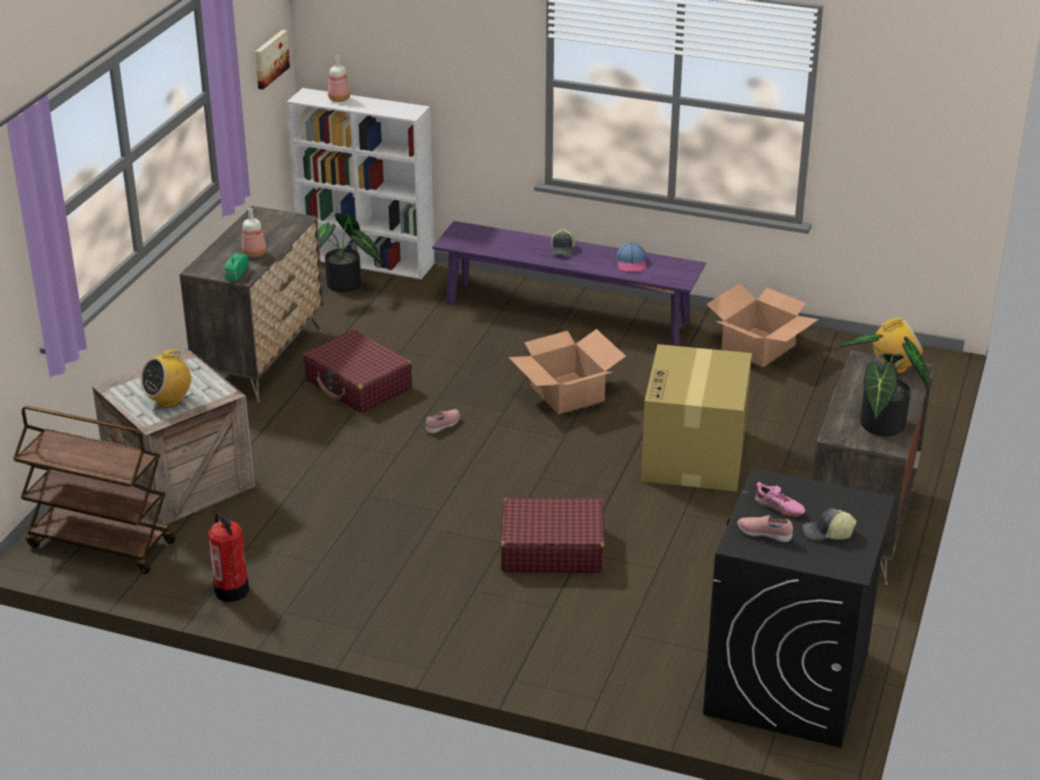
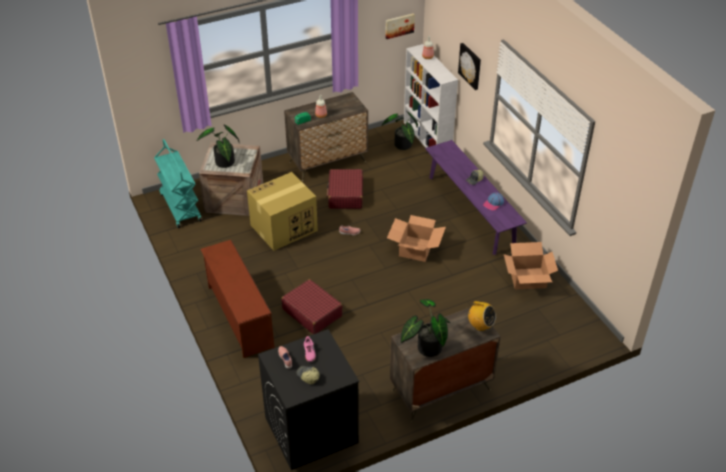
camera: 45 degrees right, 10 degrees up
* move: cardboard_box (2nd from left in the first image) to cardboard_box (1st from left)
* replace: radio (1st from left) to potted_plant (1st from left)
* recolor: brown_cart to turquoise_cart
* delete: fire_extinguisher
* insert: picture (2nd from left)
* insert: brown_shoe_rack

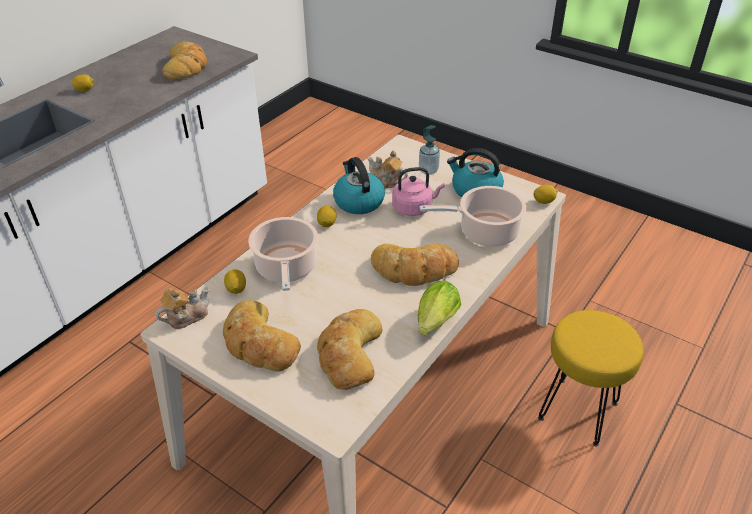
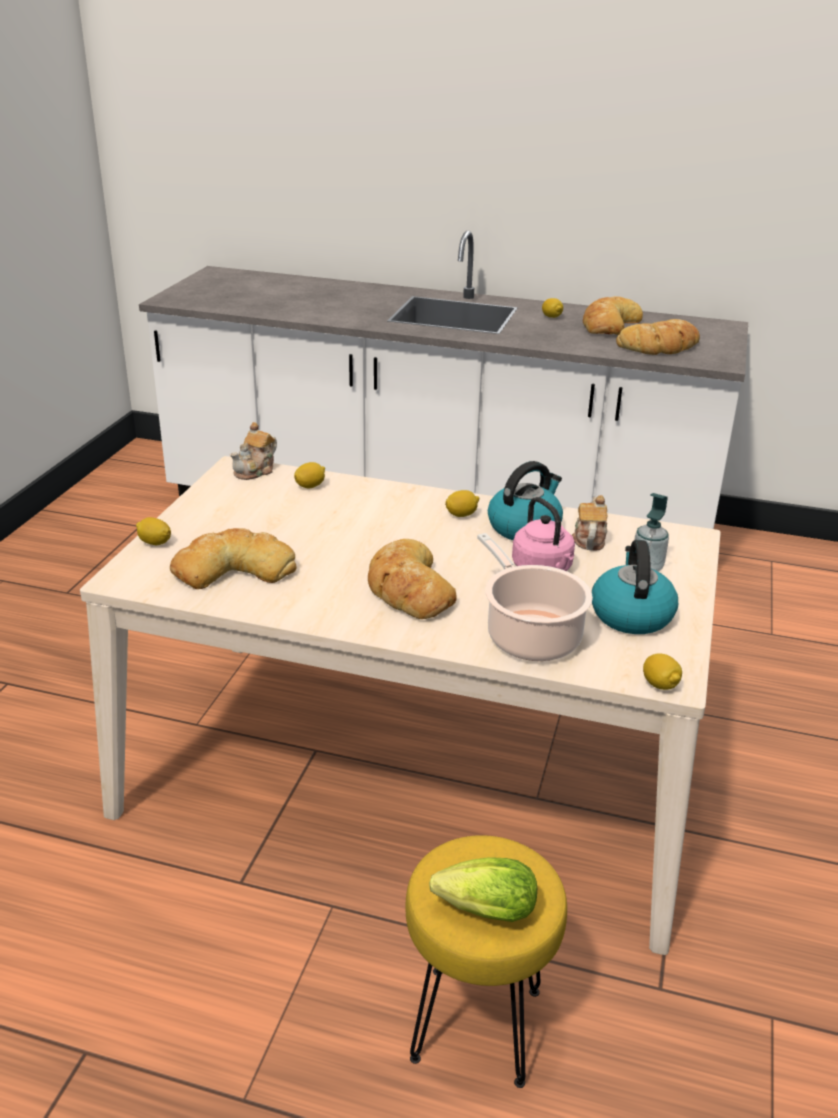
camera: 70 degrees right, 10 degrees down
* delete: cooking_pot (1st from left)
* move: lettuce
* rotate: teapot (1st from left) 90 degrees clockwise
* move: bread (2nd from left in the first image) to bread (3rd from left)
* insert: lemon (1st from left)

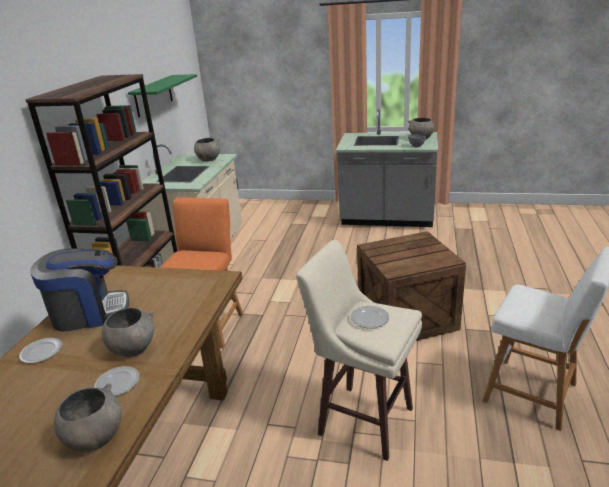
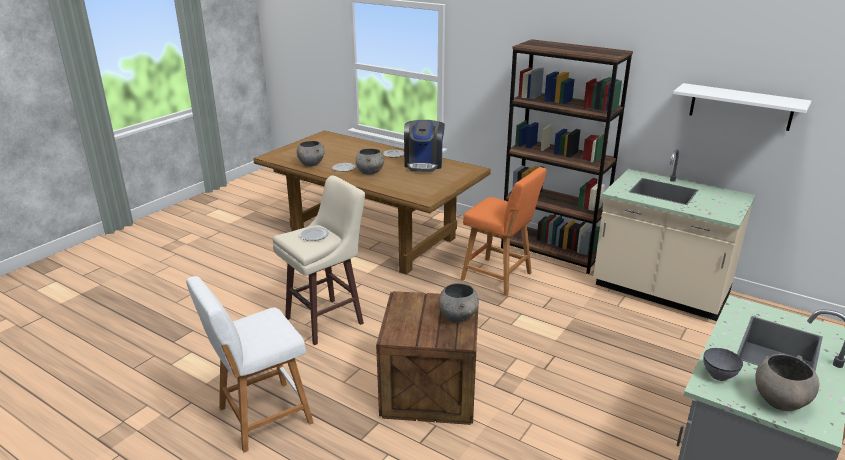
camera: 110 degrees right, 0 degrees up
* recolor: green_shelf to white_shelf
* move: grey_bowl (3rd from left)

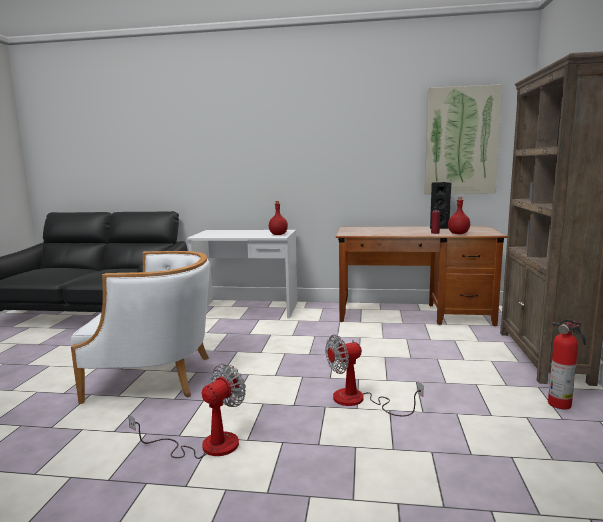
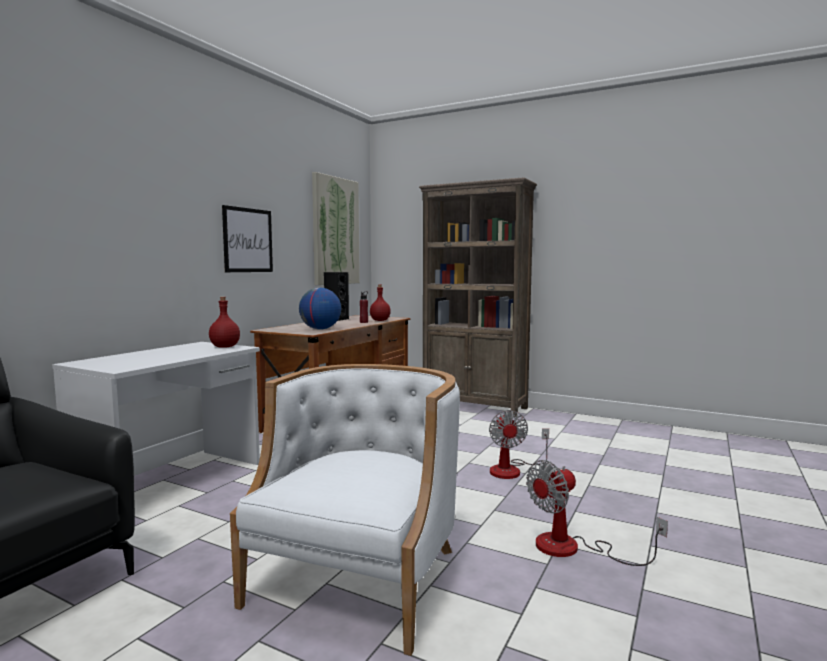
camera: 70 degrees left, 5 degrees down
* delete: fire_extinguisher
* rotate: fan (1st from left in the first image) 90 degrees counterclockwise
* insert: picture (1st from left)
* insert: globe

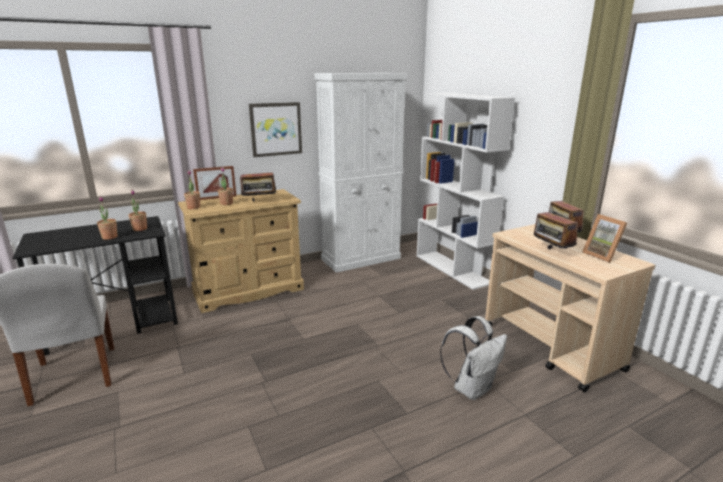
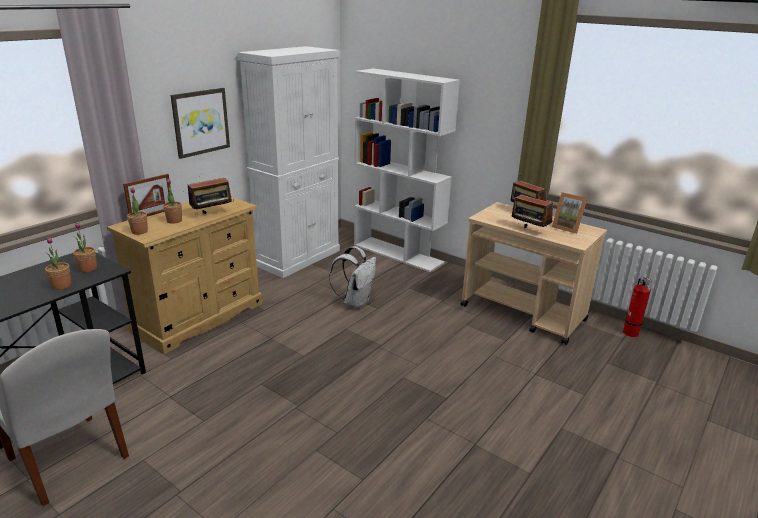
camera: 25 degrees left, 5 degrees up
* move: white_backpack
* insert: fire_extinguisher

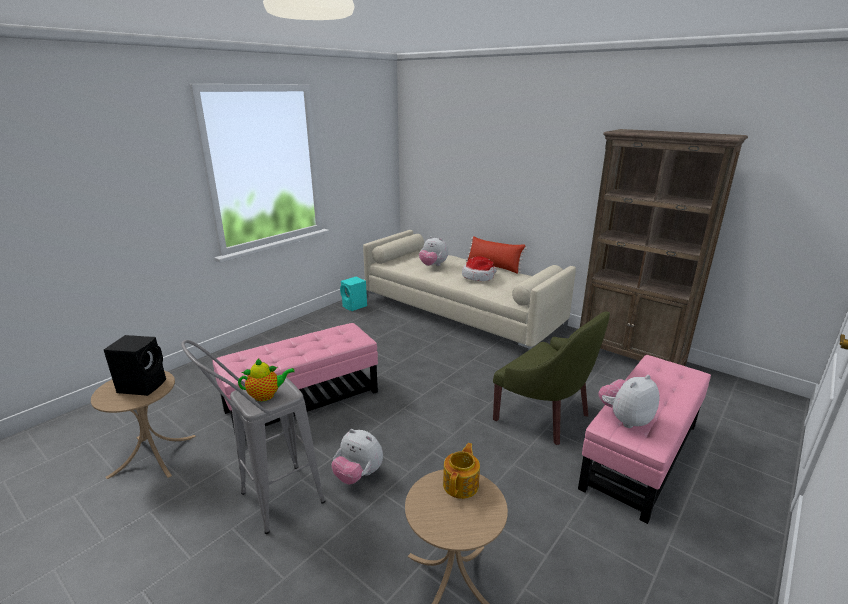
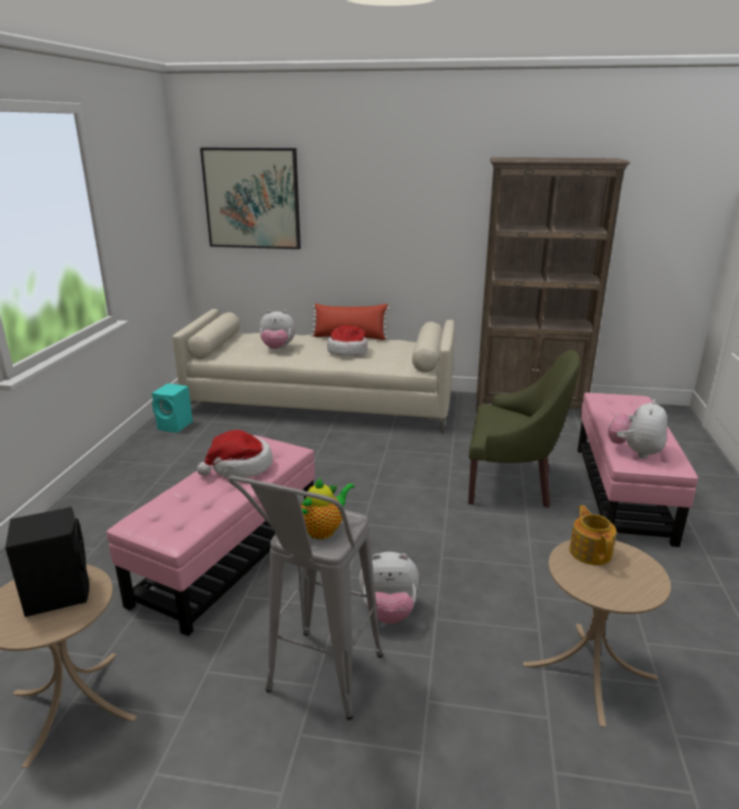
camera: 30 degrees left, 0 degrees up
* insert: picture
* insert: hat (1st from left)

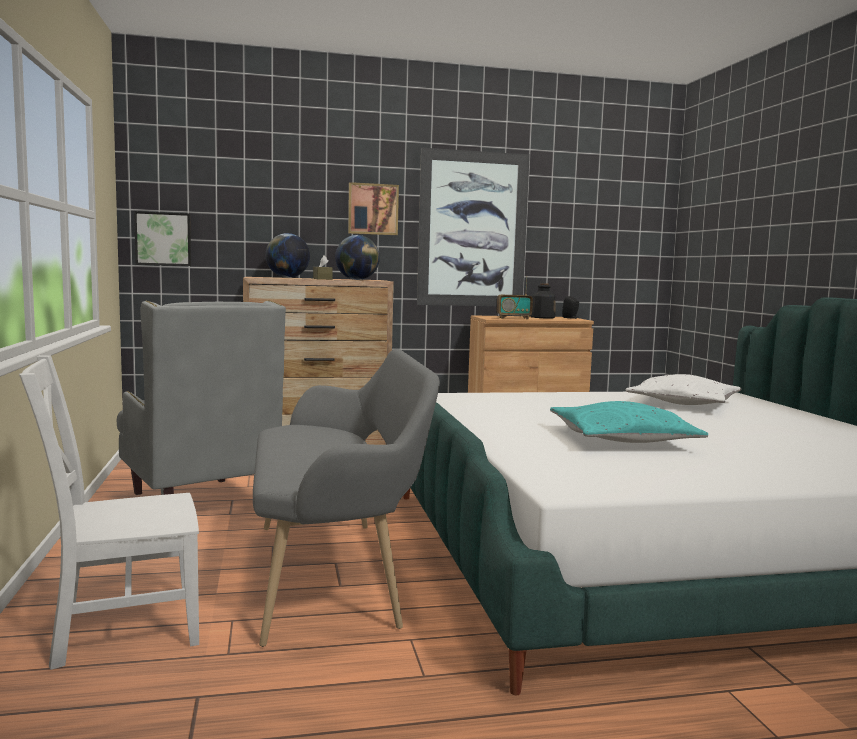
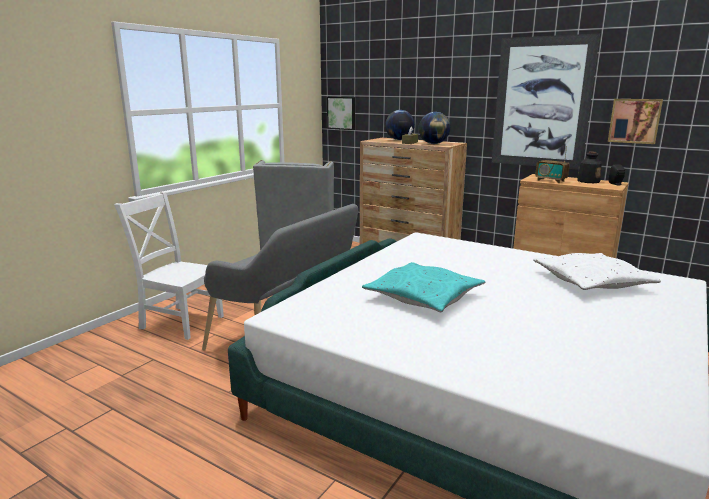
camera: 45 degrees right, 10 degrees up
* move: picture (2nd from left in the first image) to picture (3rd from left)

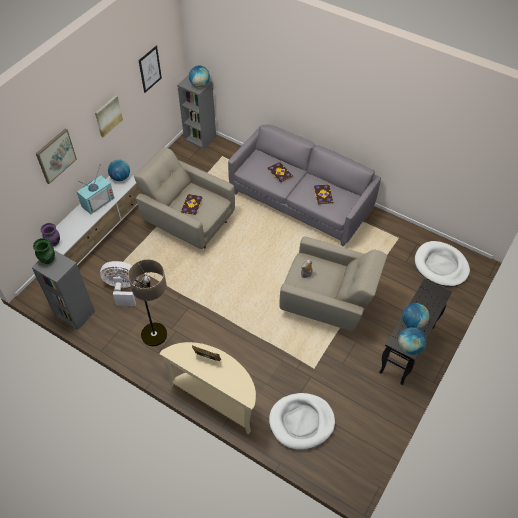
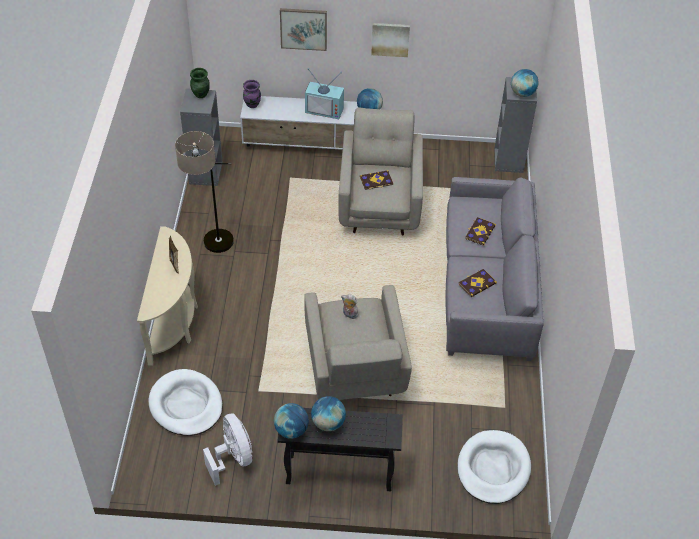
camera: 60 degrees right, 5 degrees down
* delete: picture (3rd from left)
* move: white_fan

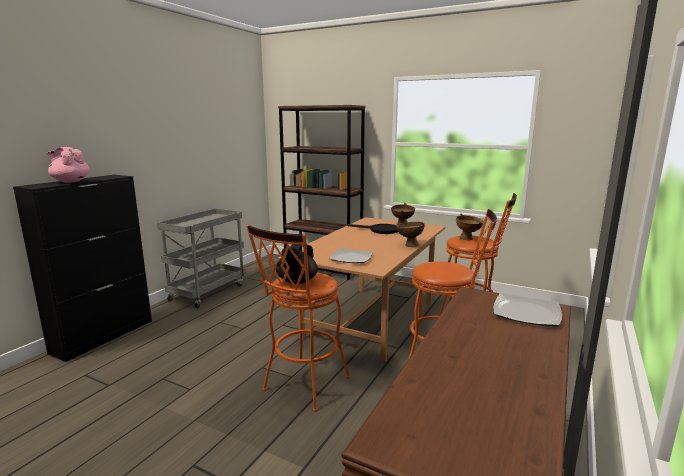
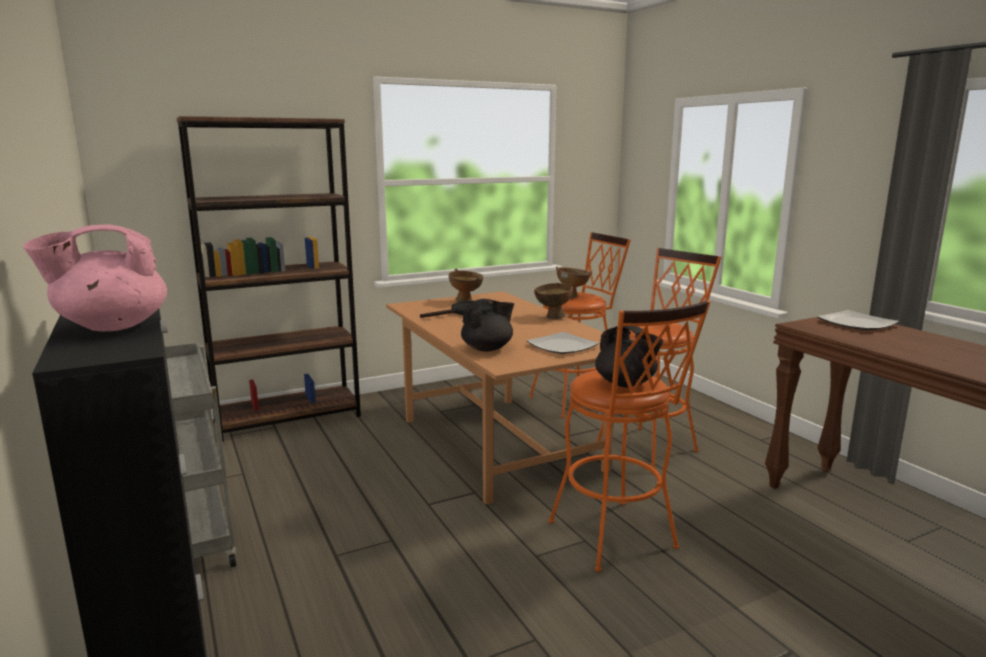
camera: 55 degrees left, 0 degrees up
* insert: black_teapot (1st from left)

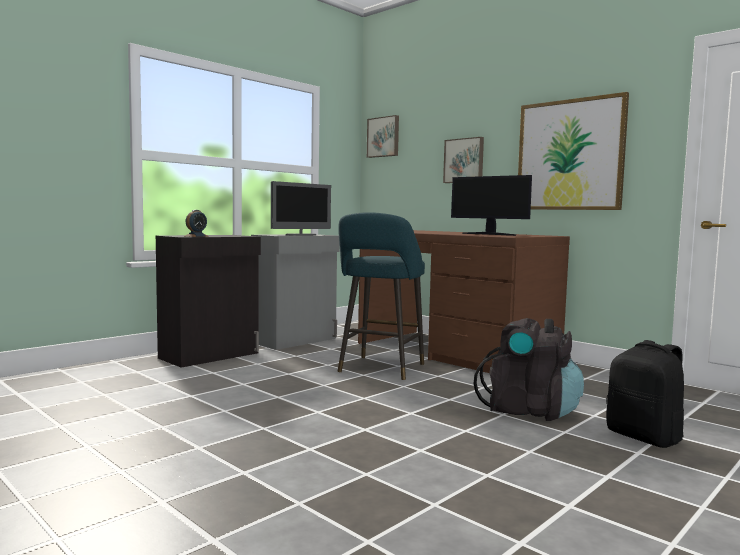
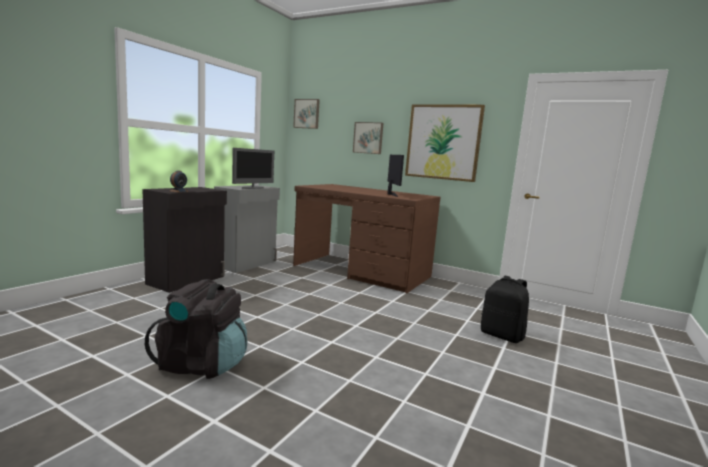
camera: 15 degrees left, 5 degrees up
* rotate: monitor (2nd from left) 120 degrees counterclockwise
* delete: turquoise_stool
* move: black_backpack (1st from left)

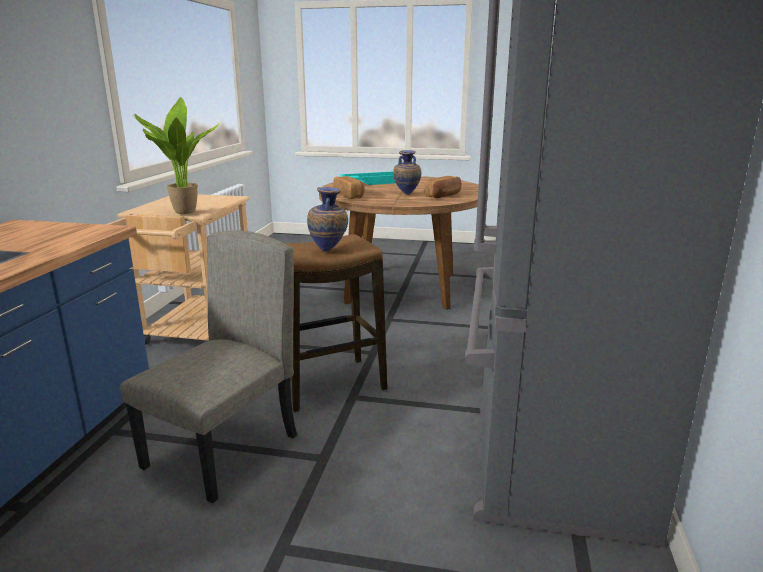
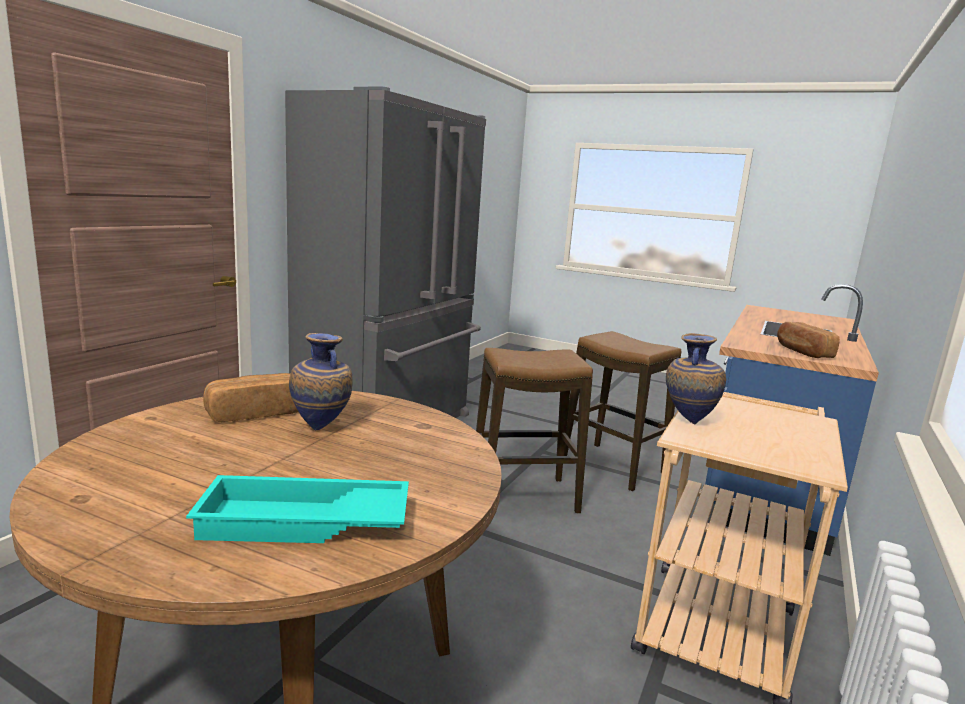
camera: 165 degrees left, 5 degrees down
* delete: potted_plant
* move: bread (1st from left in the first image) to bread (2nd from left)
* move: vase (1st from left in the first image) to vase (2nd from left)
* replace: beige_chair to stool (2nd from left)

